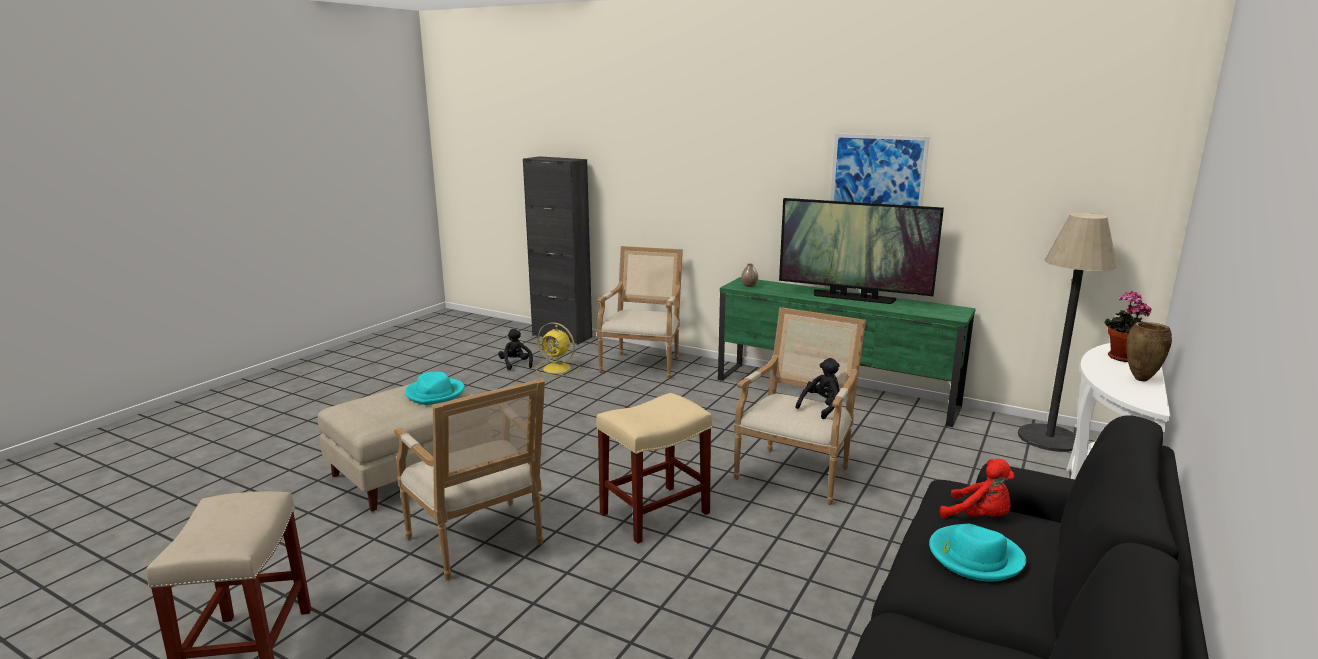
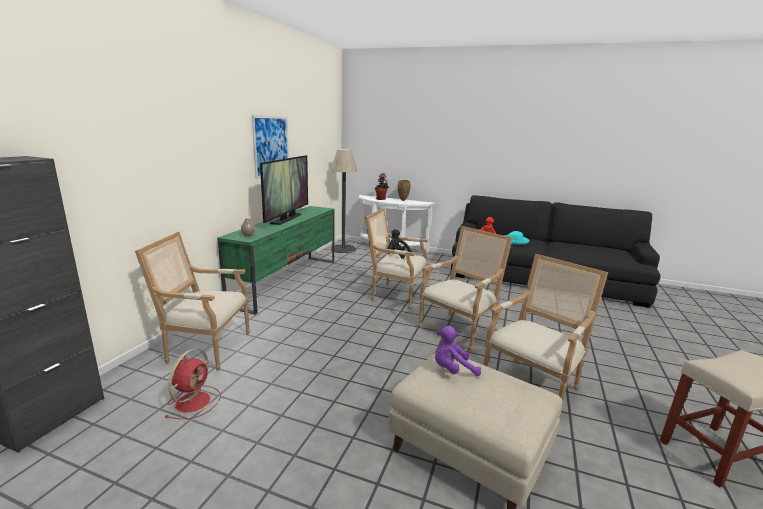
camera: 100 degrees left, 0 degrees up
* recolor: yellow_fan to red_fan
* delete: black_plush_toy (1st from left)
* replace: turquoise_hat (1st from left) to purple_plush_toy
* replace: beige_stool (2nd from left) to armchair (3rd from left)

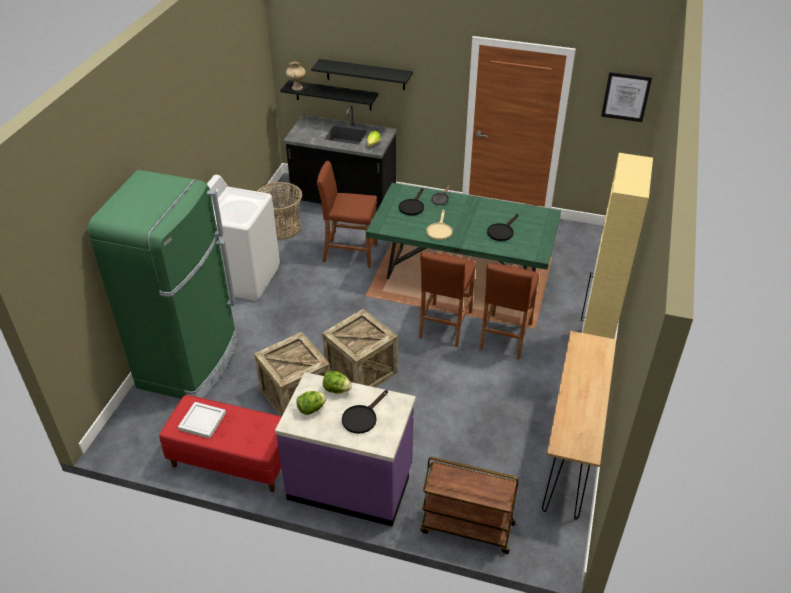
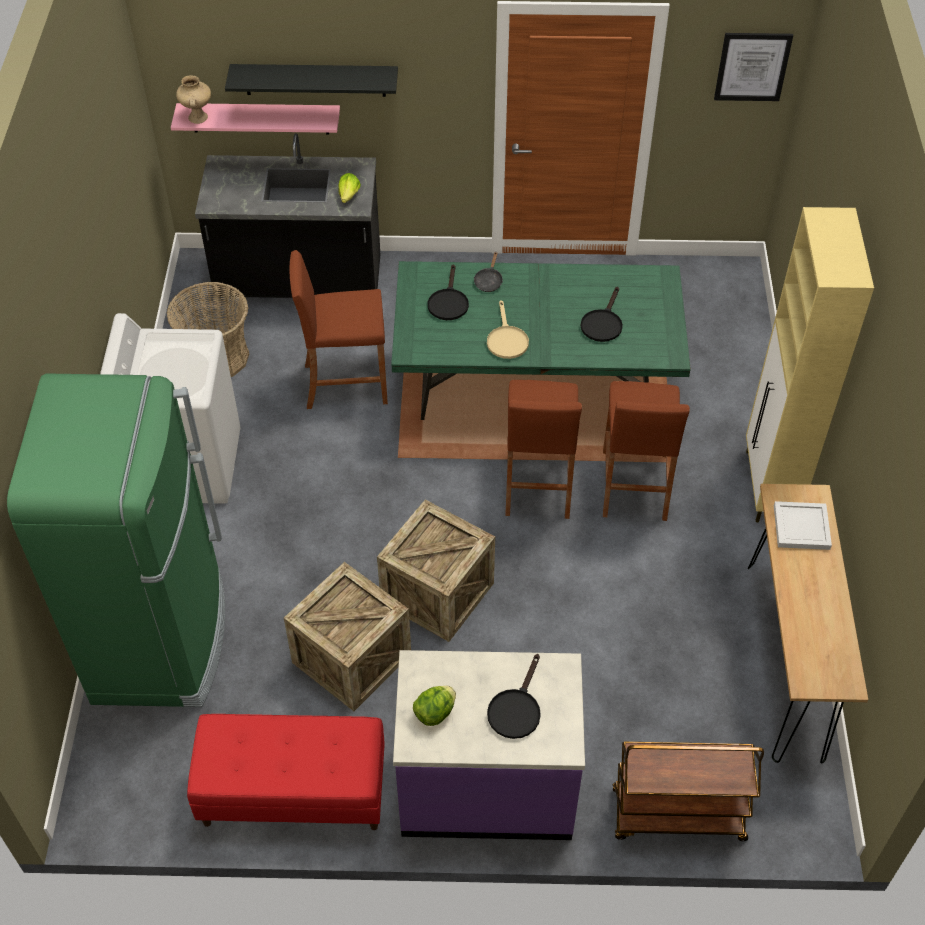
camera: 15 degrees left, 10 degrees up
* recolor: black_shelf (1st from left) to pink_shelf
* delete: lettuce (2nd from left)
* move: white_tray

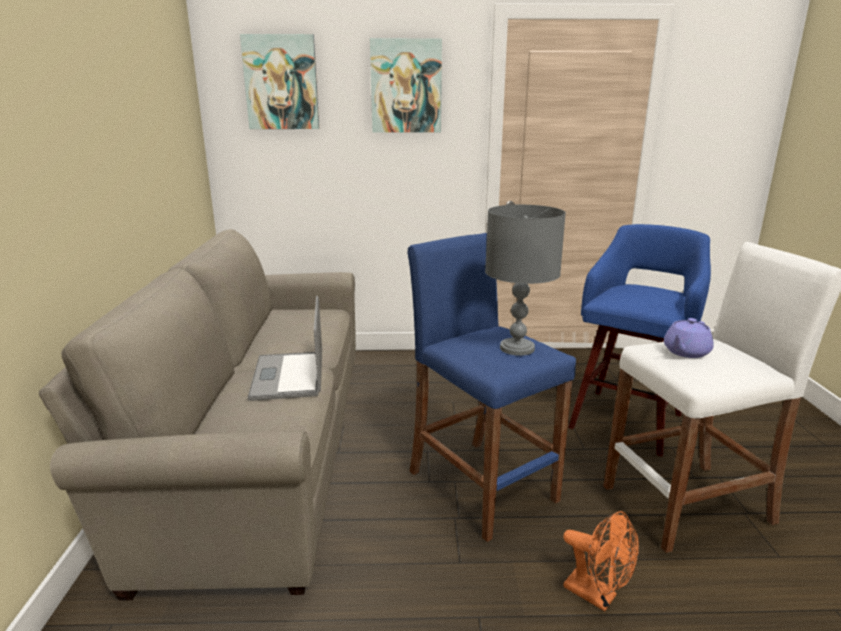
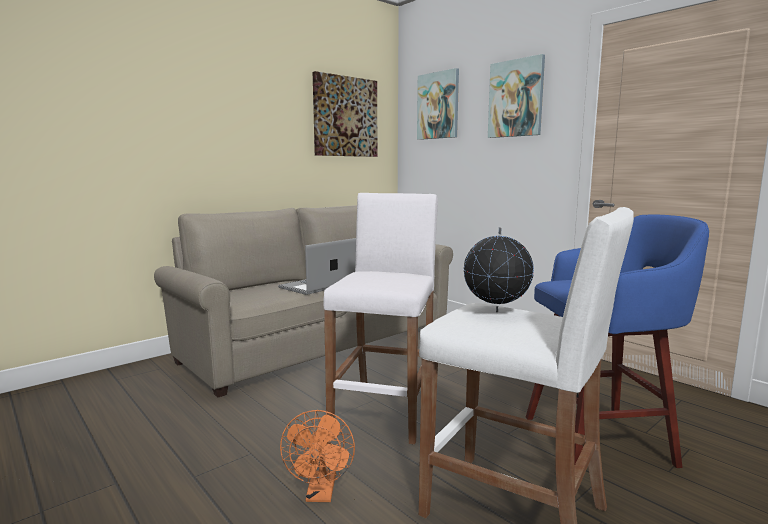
camera: 50 degrees right, 10 degrees down
* delete: grey_table_lamp
* recolor: blue_stool (1st from left) to white_stool (1st from left)
* replace: purple_teapot to globe
* insert: picture (1st from left)

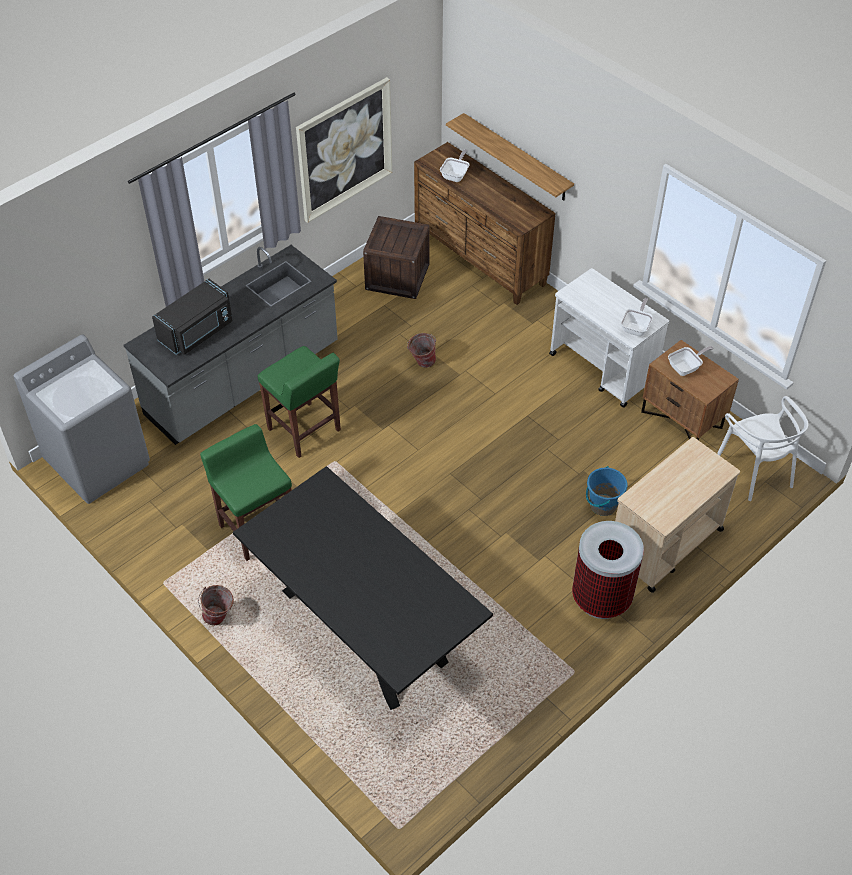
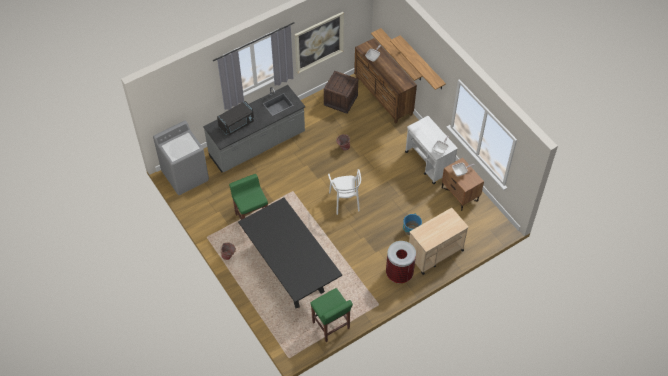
camera: 10 degrees right, 5 degrees up
* move: green_stool (2nd from left)
* move: white_chair
* insert: shelf (2nd from left)

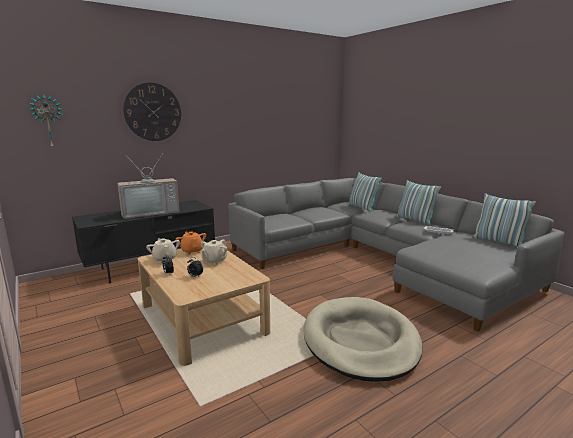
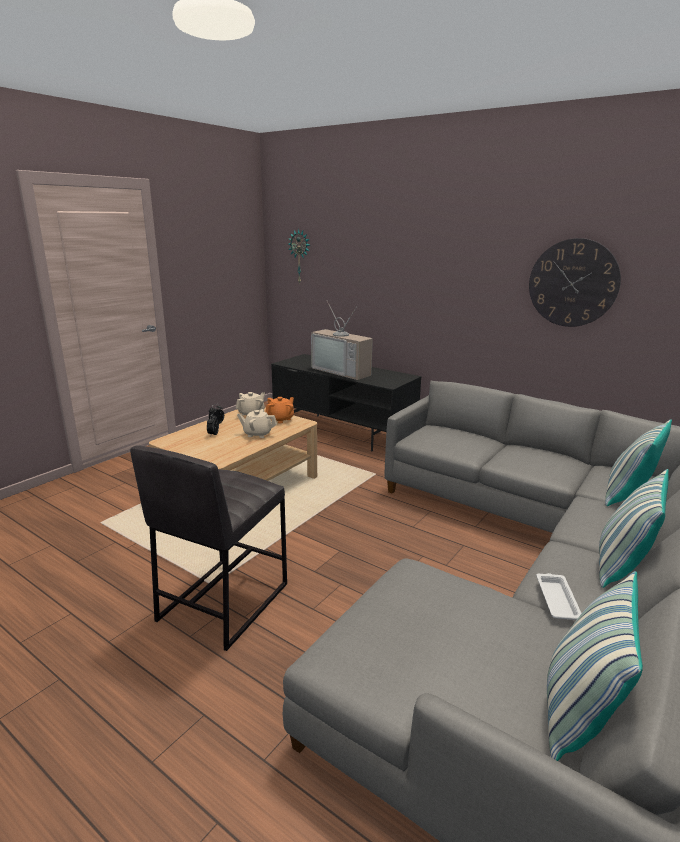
camera: 70 degrees right, 5 degrees up
* move: wall_clock (2nd from left)
* replace: beige_dog_bed to grey_stool

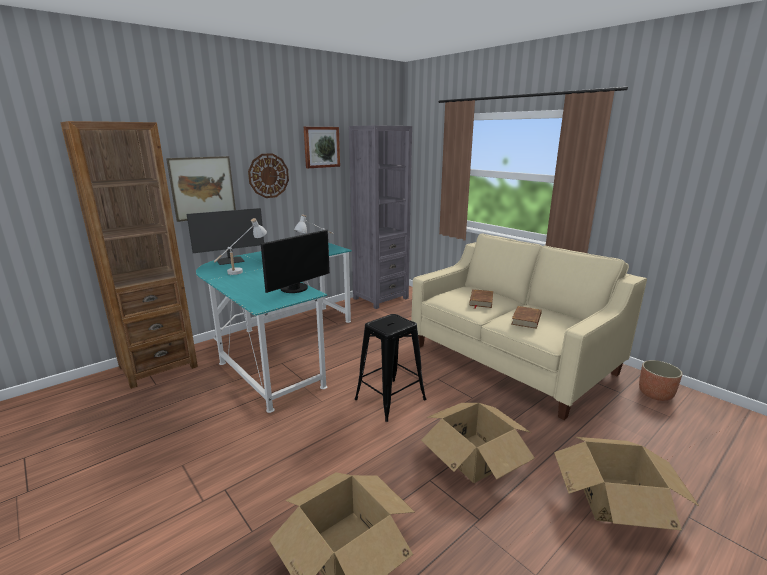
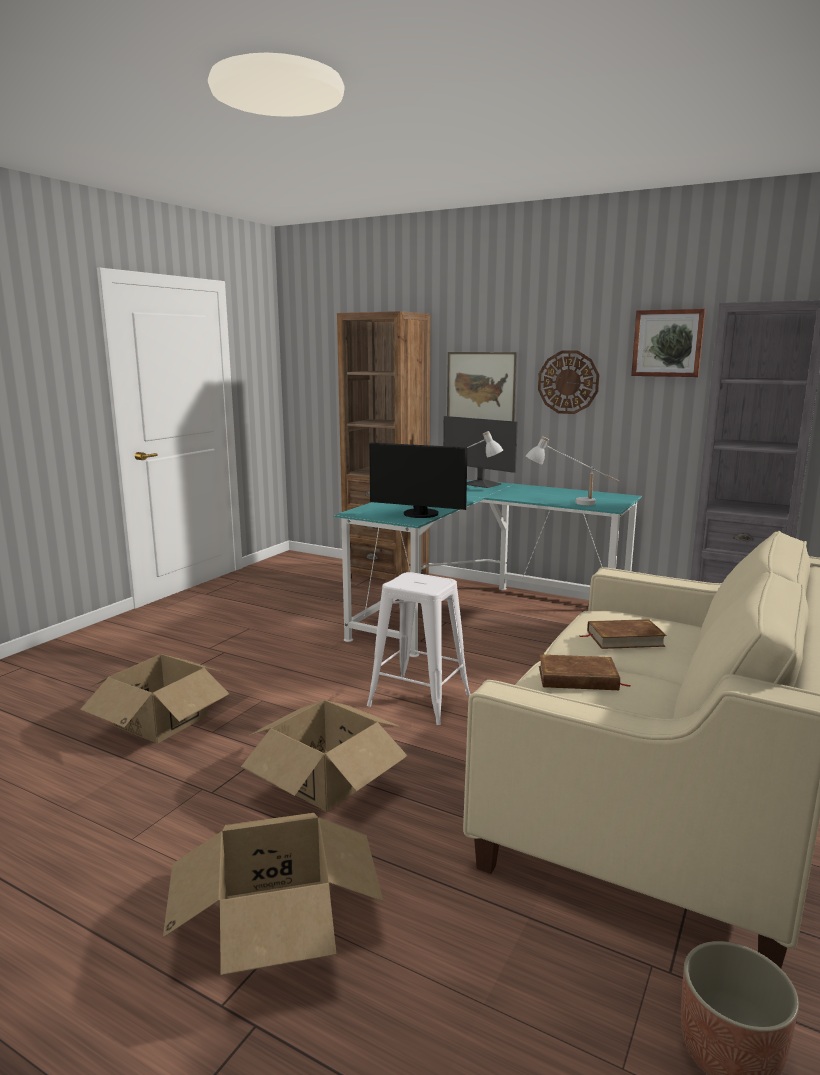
camera: 70 degrees right, 5 degrees down
* recolor: black_stool to white_stool

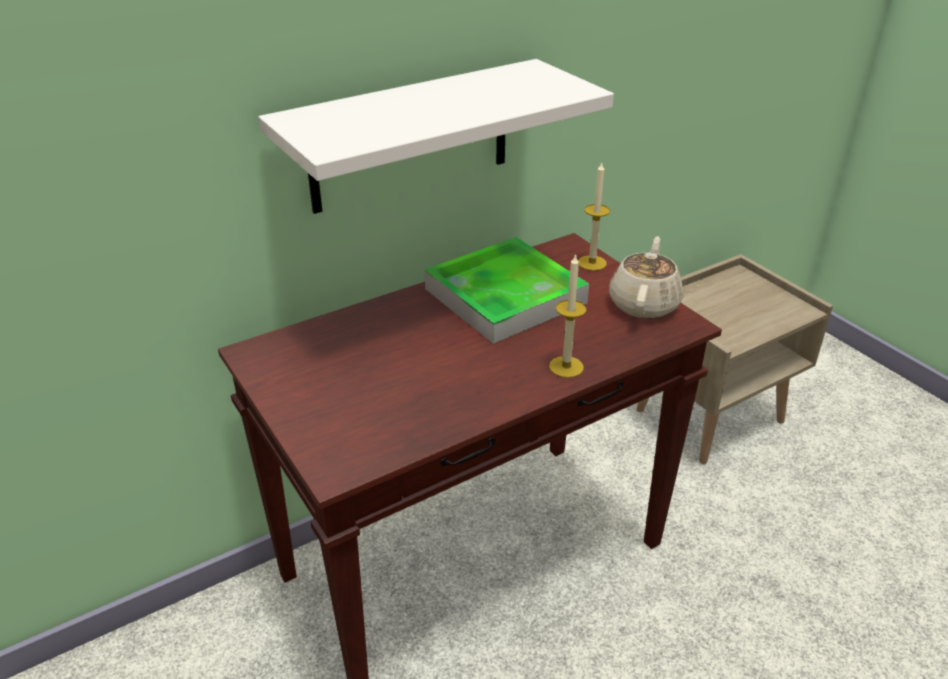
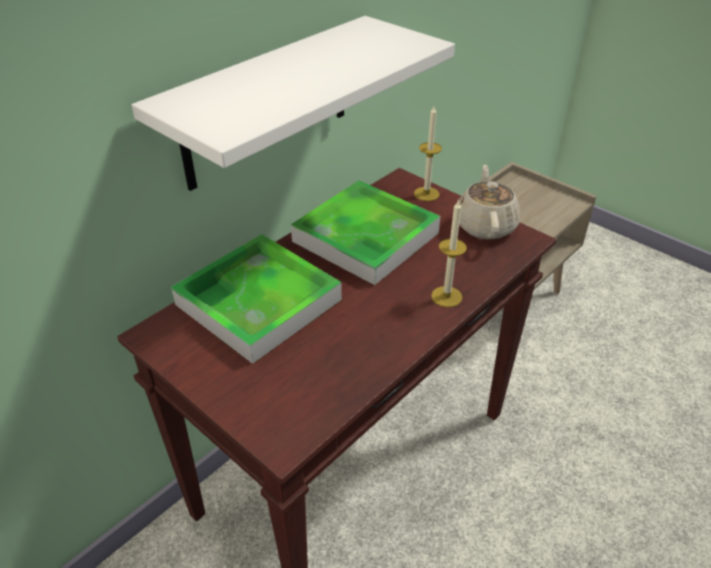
camera: 15 degrees left, 5 degrees up
* insert: tray (1st from left)

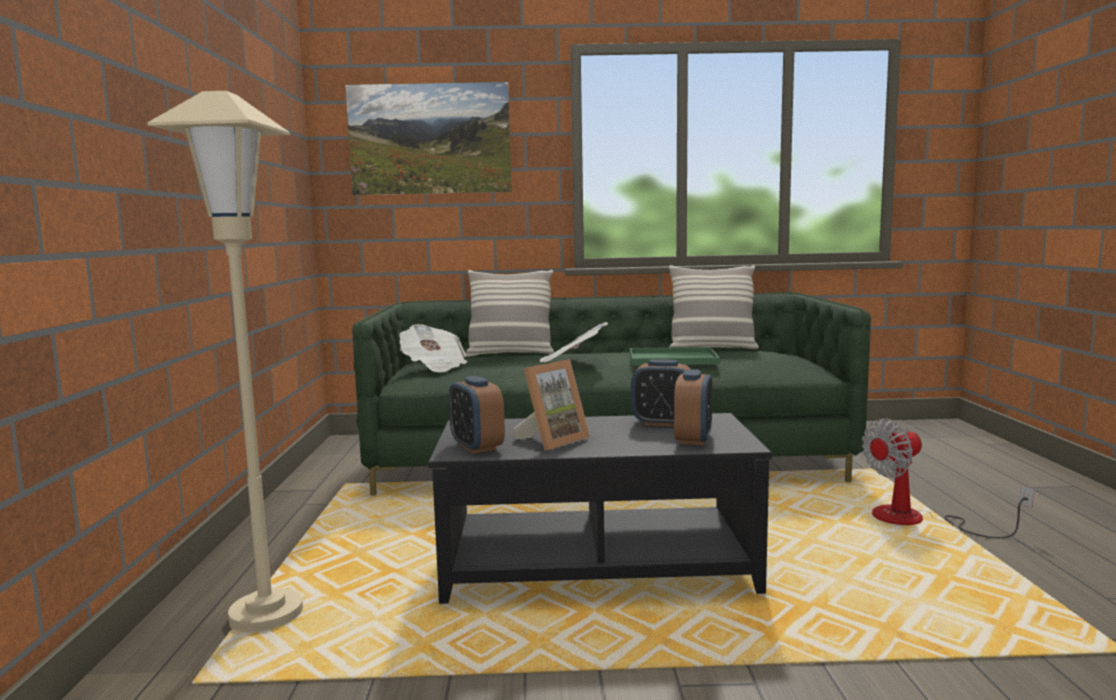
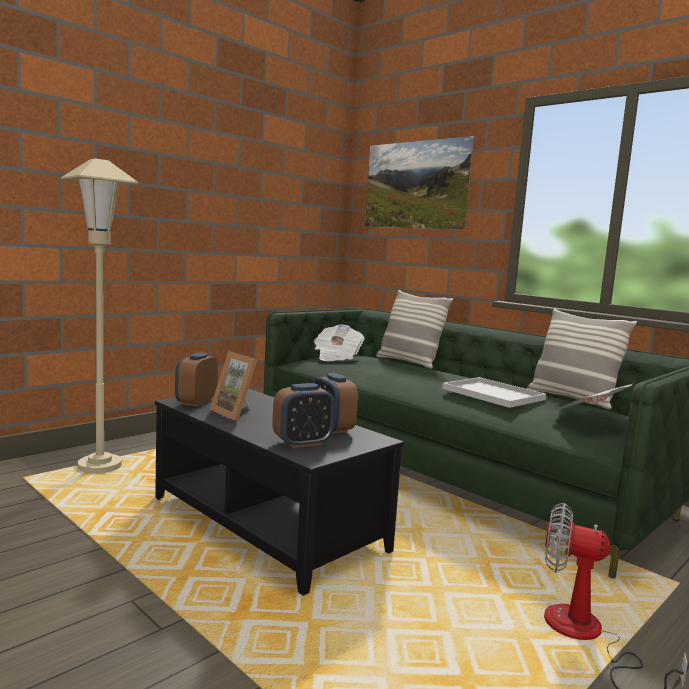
camera: 45 degrees right, 0 degrees up
* move: newspaper (2nd from left)
* recolor: green_tray to white_tray
* rotate: picture_frame 45 degrees clockwise

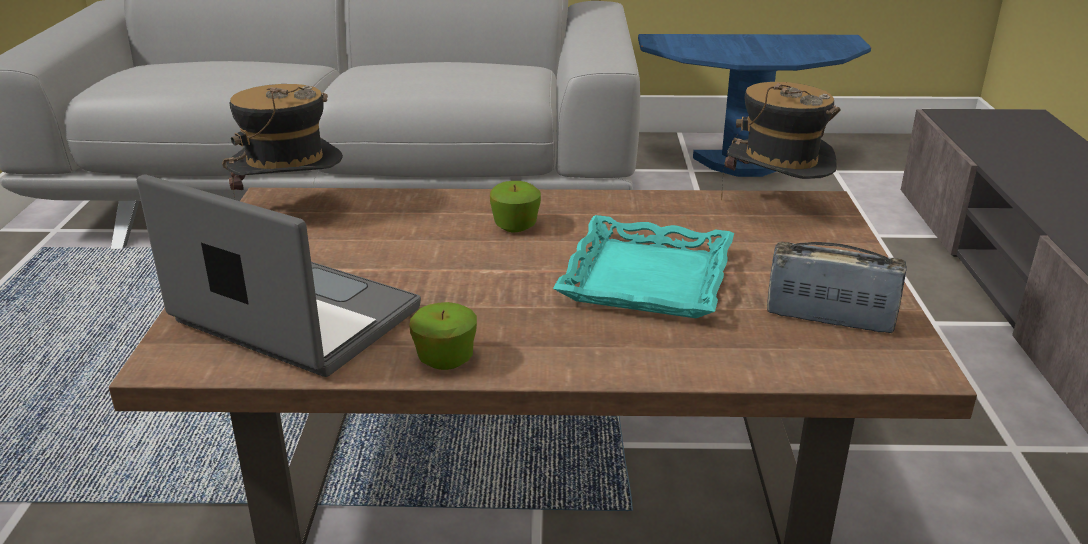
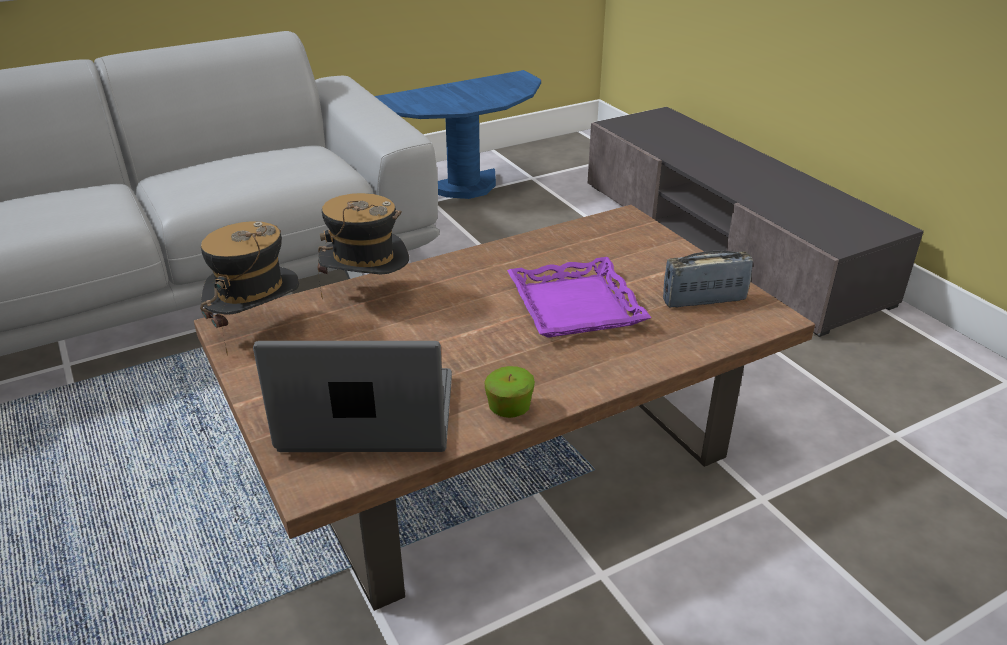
camera: 30 degrees left, 5 degrees up
* move: hat (2nd from left)
* delete: apple (2nd from left)
* recolor: turquoise_tray to purple_tray

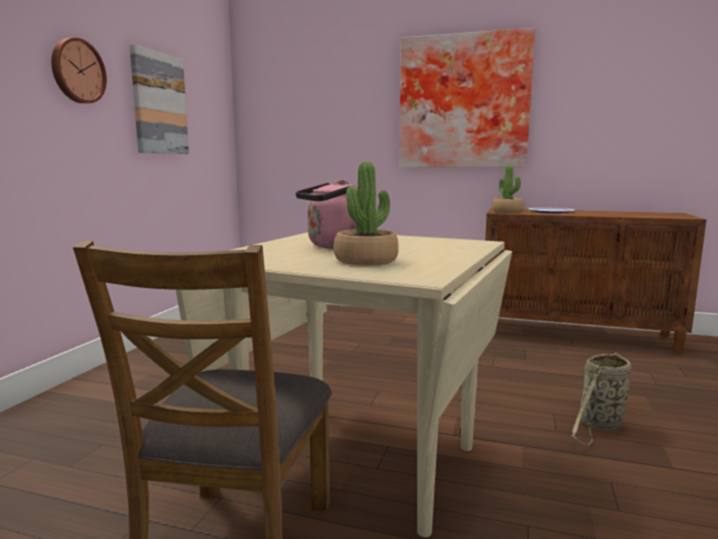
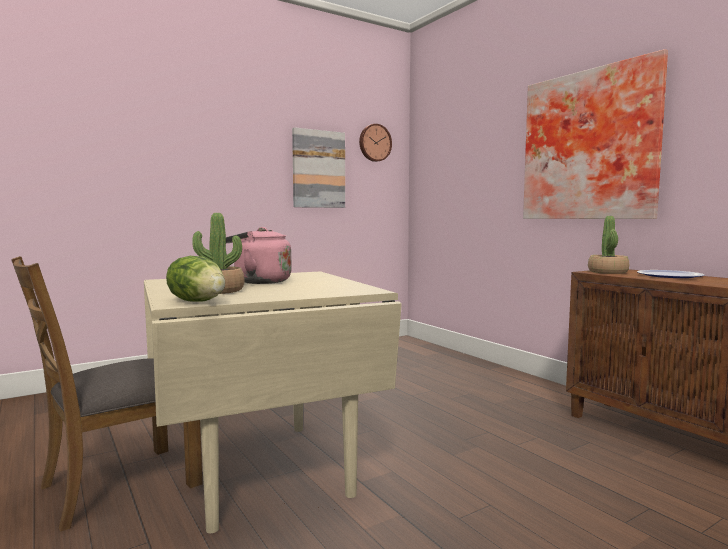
camera: 40 degrees right, 5 degrees down
* move: wall_clock
* delete: basket
* insert: lettuce

